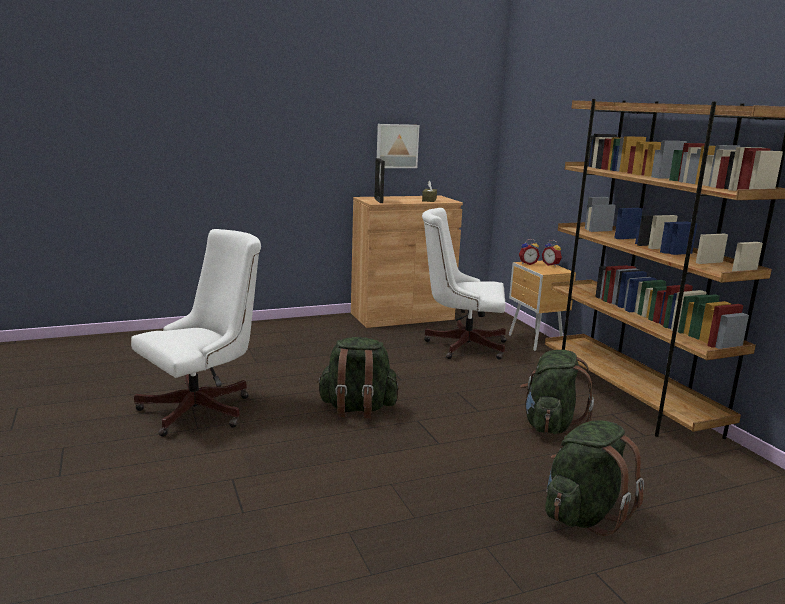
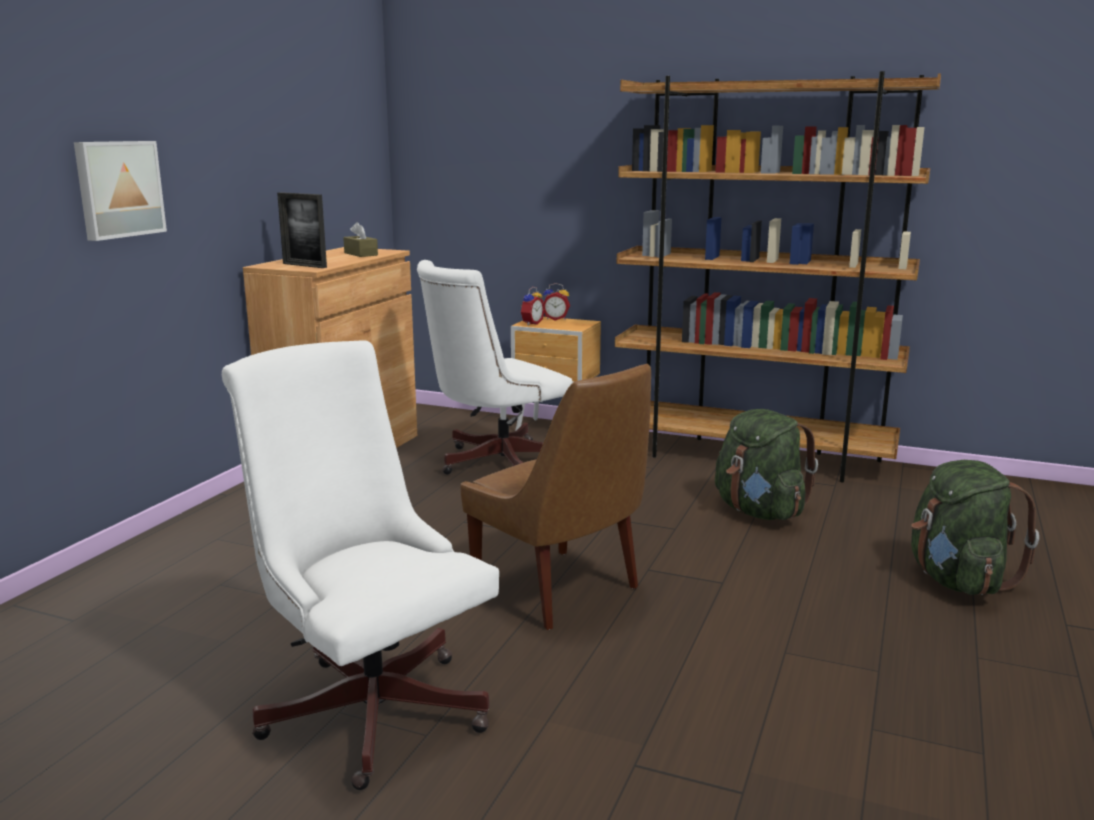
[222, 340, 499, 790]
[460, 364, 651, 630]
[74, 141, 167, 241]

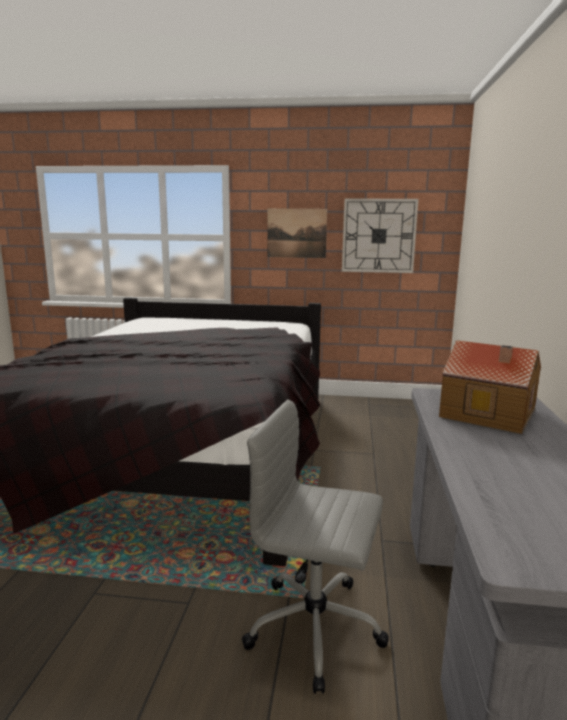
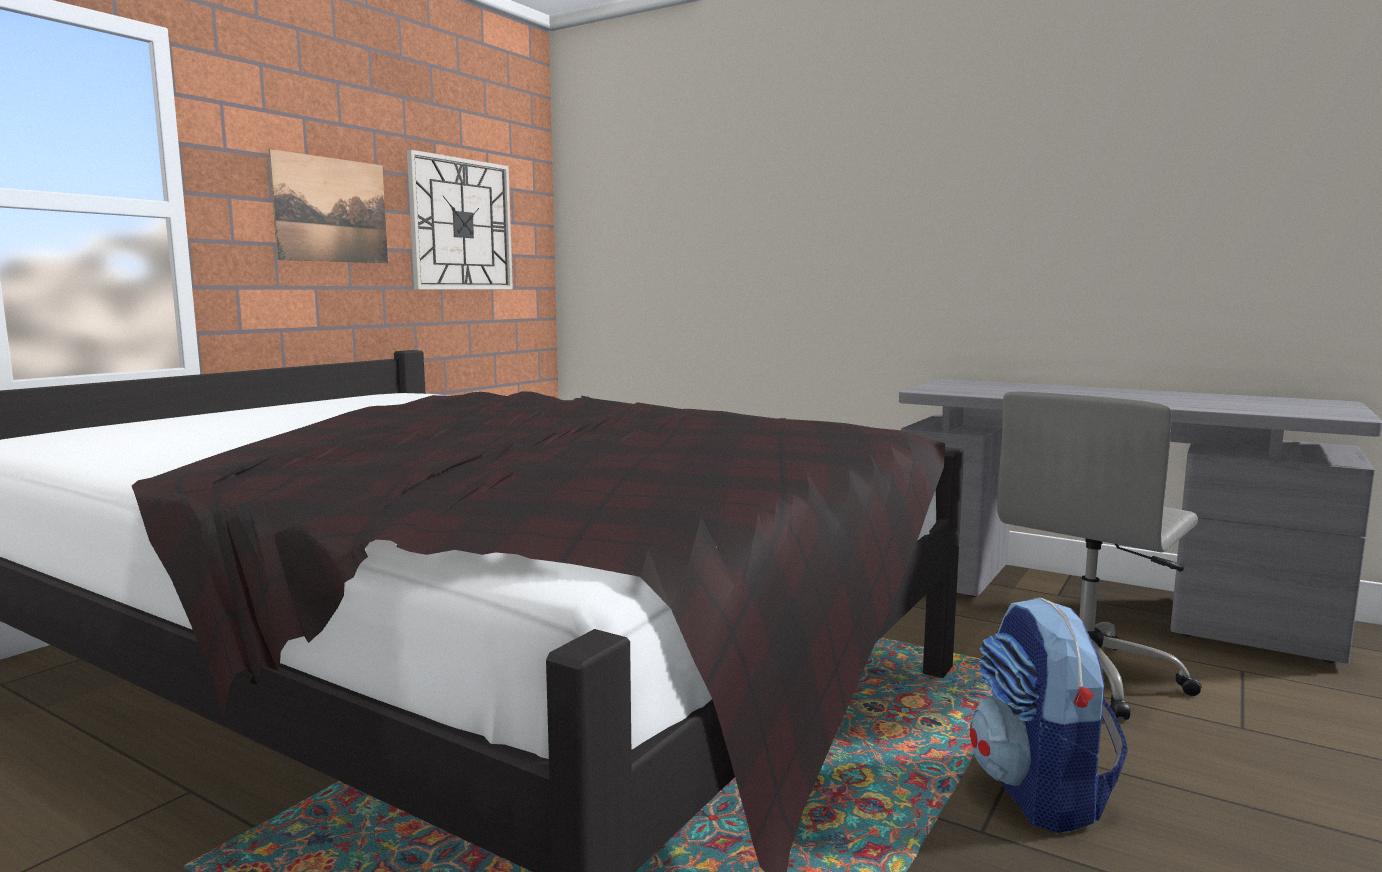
[439, 340, 541, 434] (first image)
[970, 598, 1128, 833]

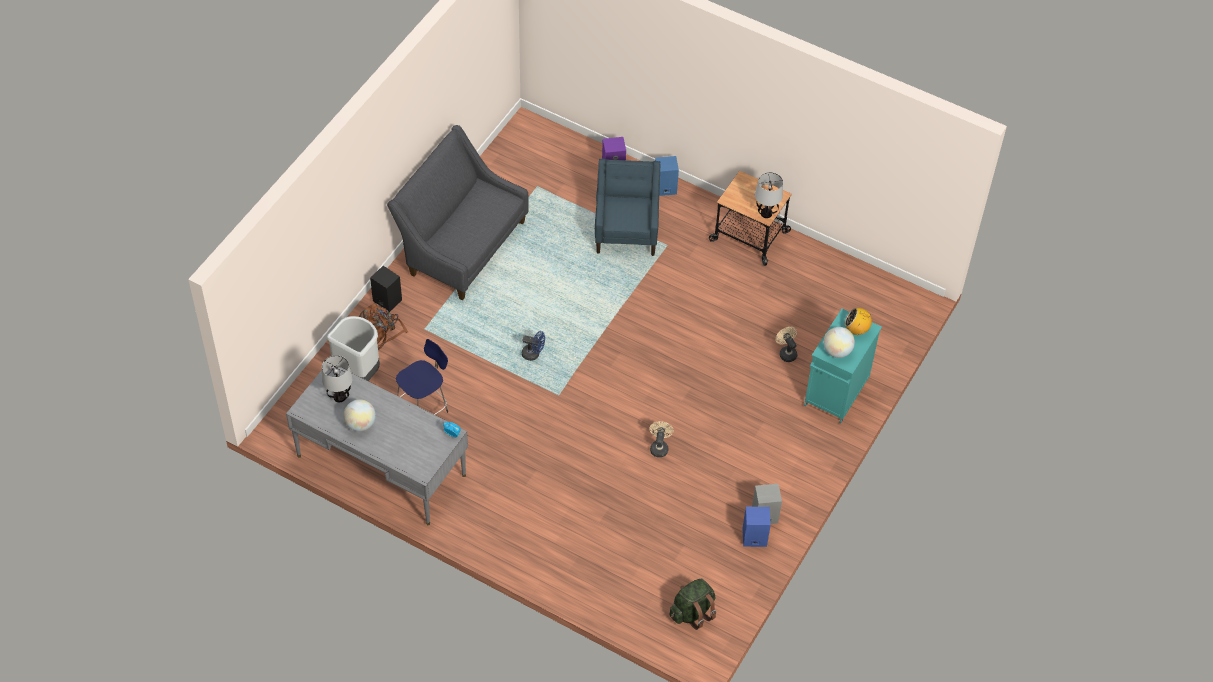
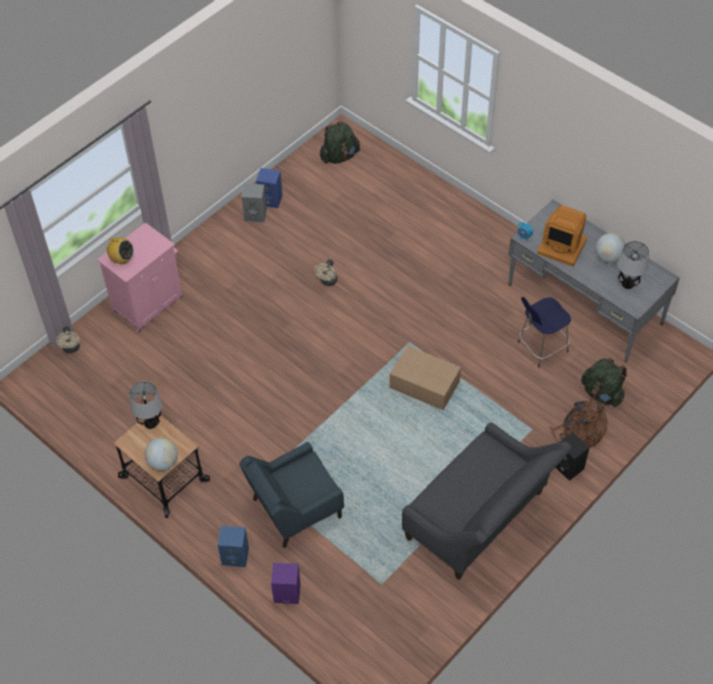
[581, 358, 627, 407]
[389, 346, 461, 410]
[239, 442, 344, 548]
[56, 326, 80, 353]
[97, 222, 184, 334]
[144, 438, 178, 471]
[537, 205, 587, 266]

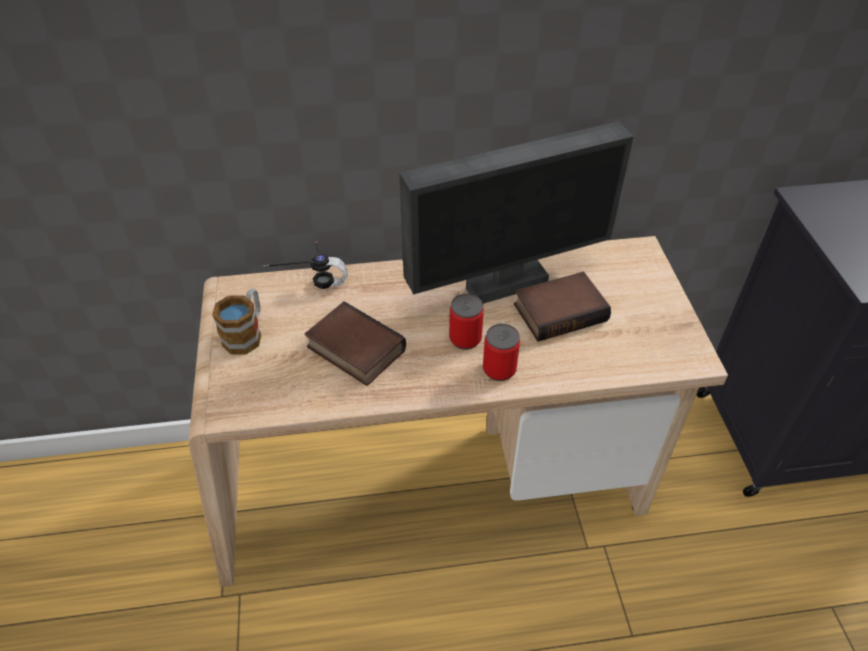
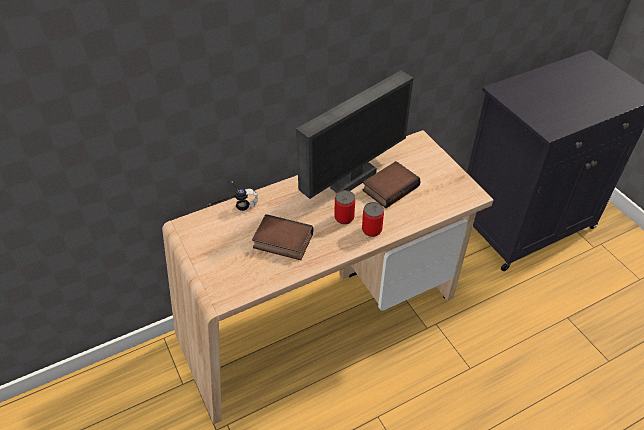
[212, 288, 261, 354] (first image)

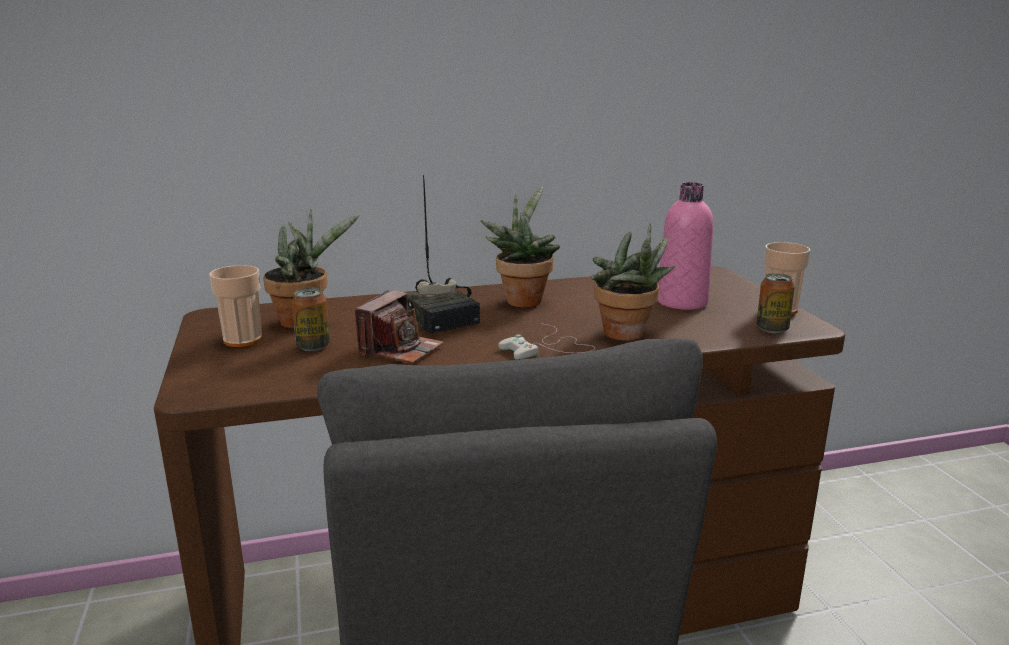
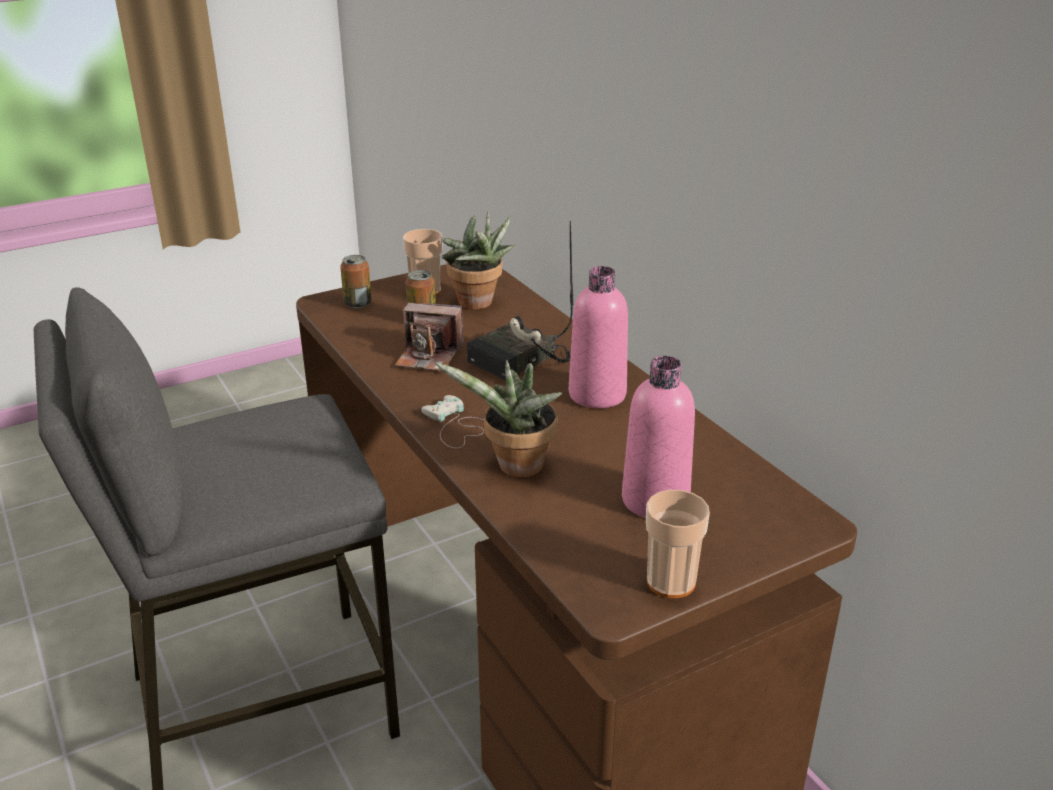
[569, 266, 628, 408]
[340, 255, 372, 308]

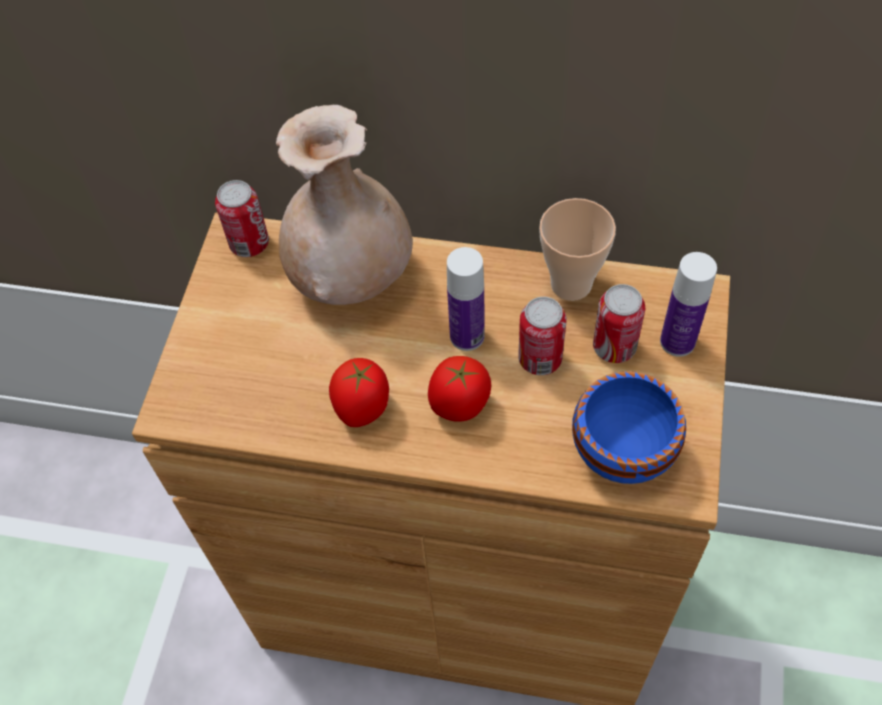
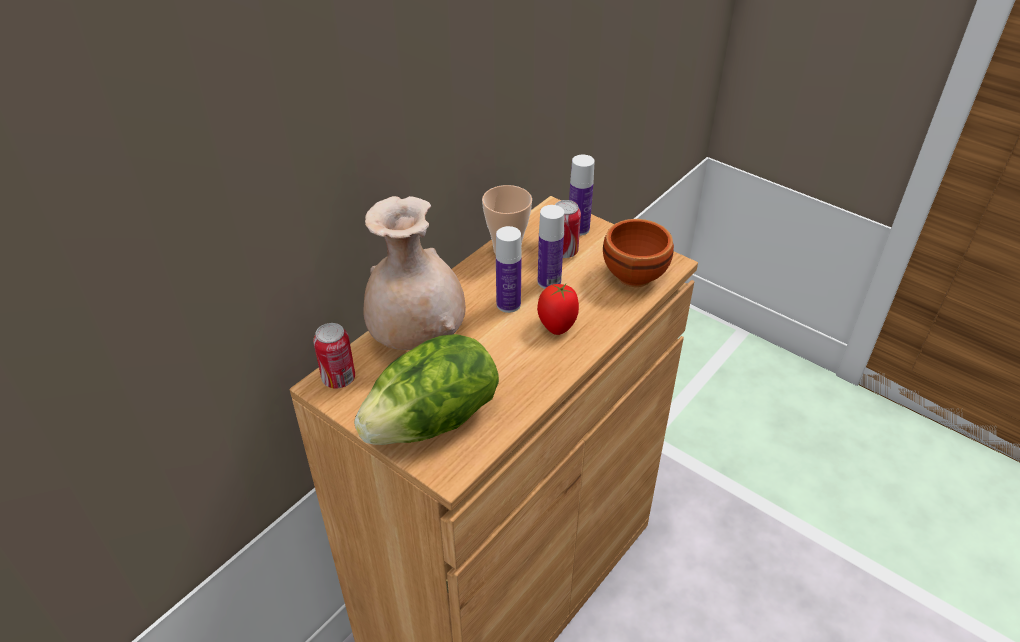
[329, 358, 389, 427] (first image)
[538, 205, 564, 289]
[603, 219, 674, 287]
[354, 334, 499, 445]

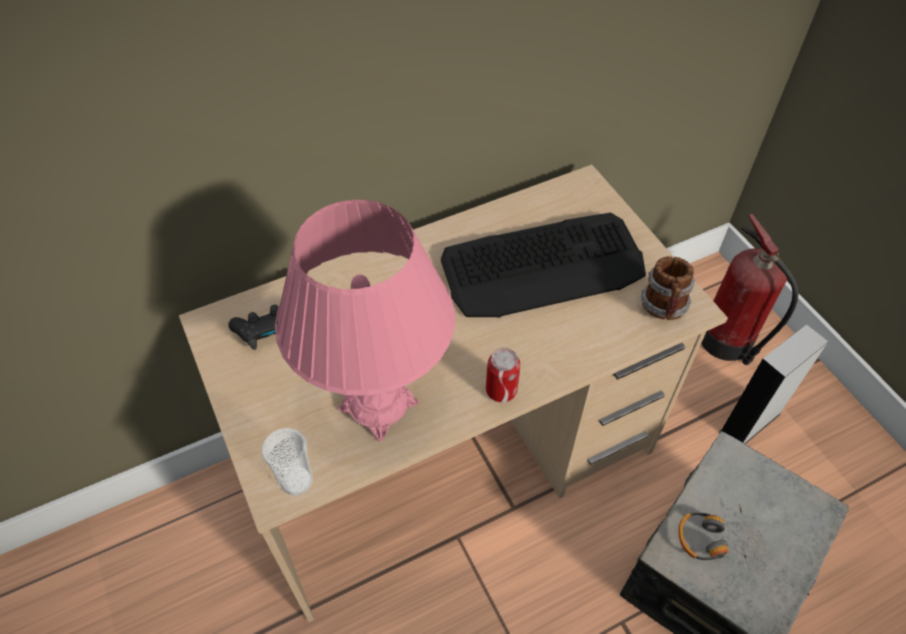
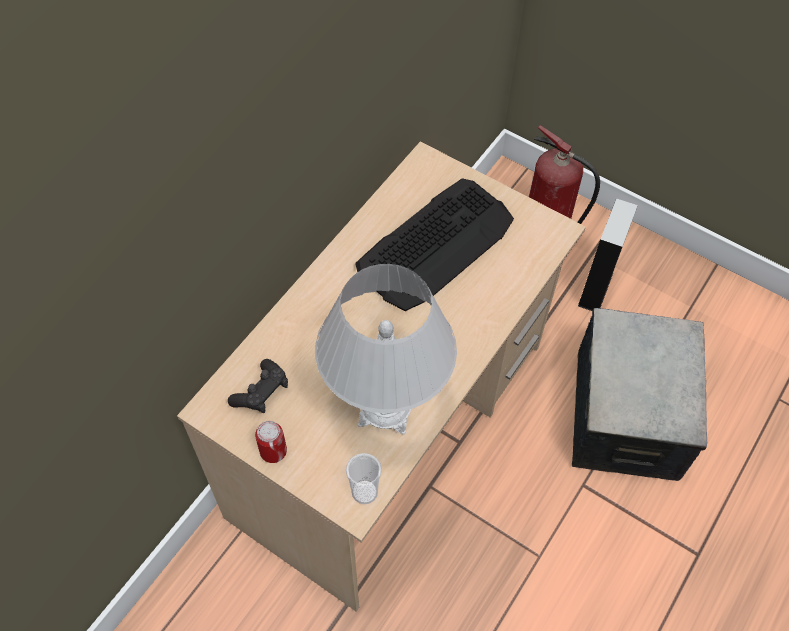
[315, 264, 457, 434]
[255, 421, 287, 463]
[641, 256, 695, 320] (first image)
[679, 505, 766, 573] (first image)

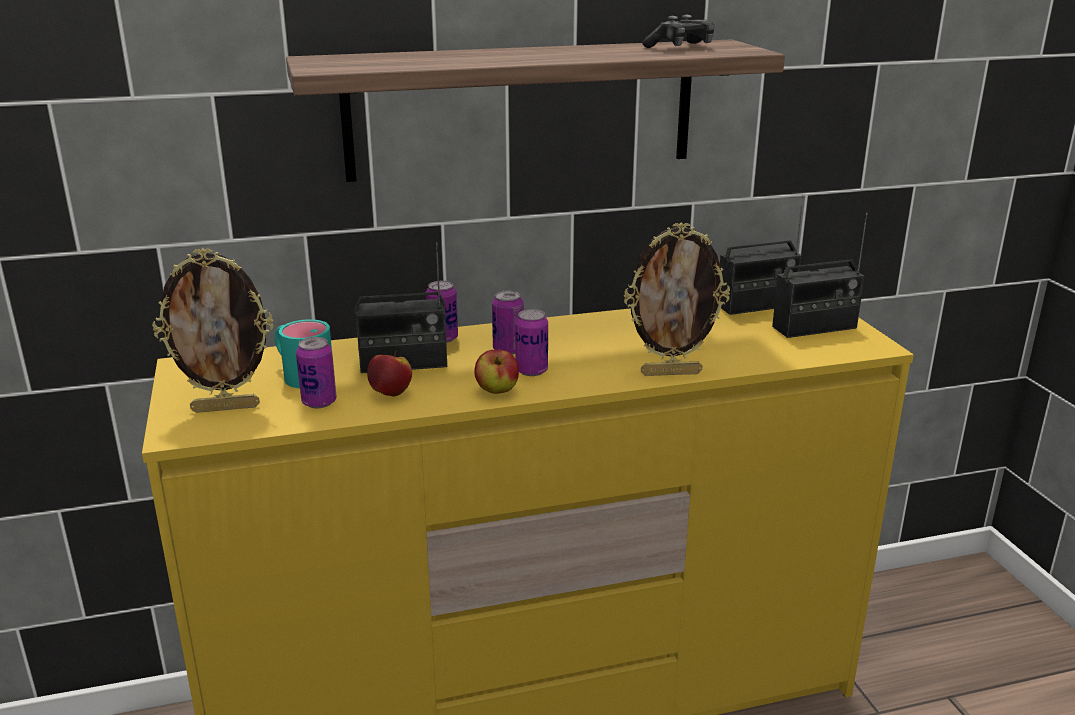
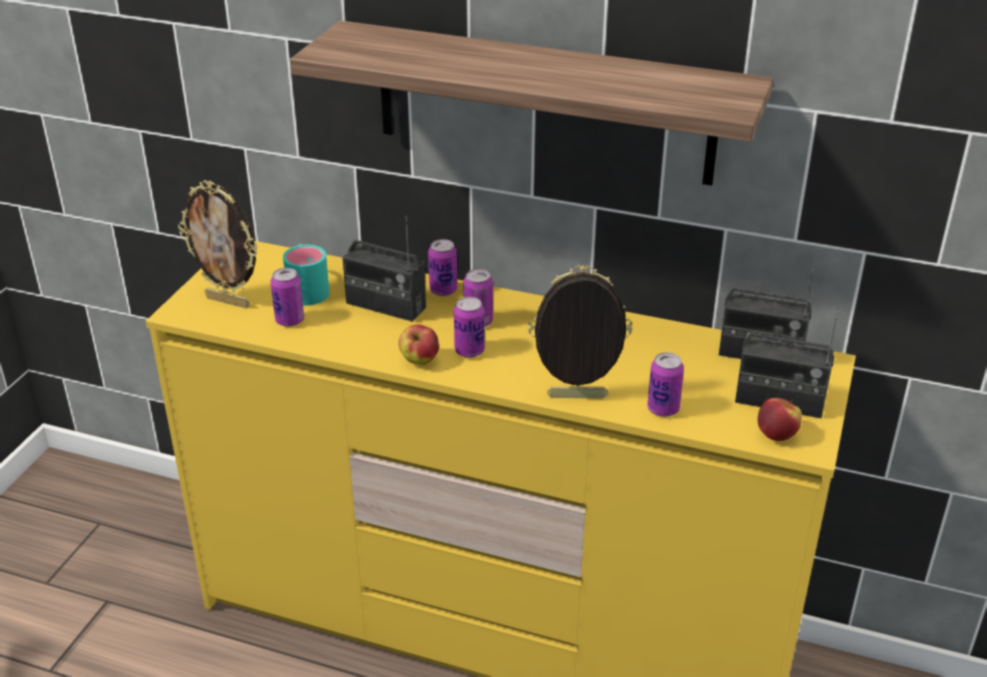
[758, 398, 802, 441]
[528, 265, 633, 398]
[642, 15, 715, 48] (first image)
[647, 352, 684, 417]

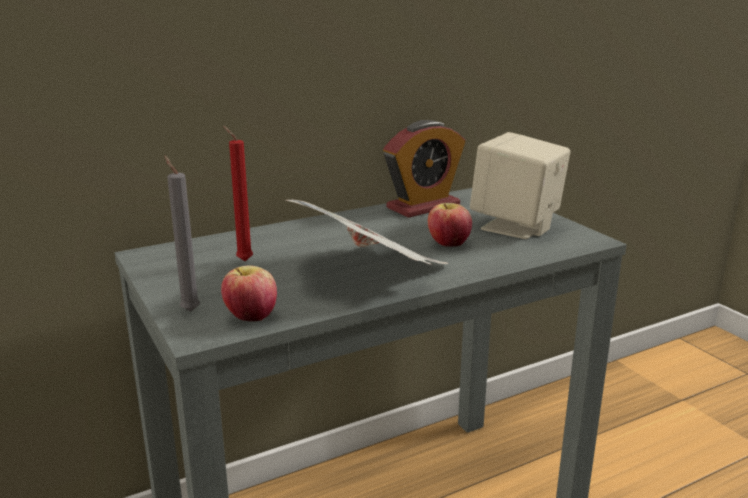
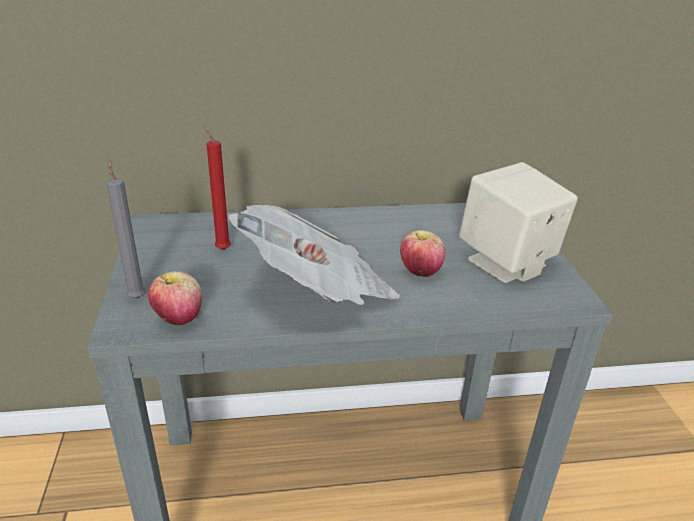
[383, 120, 465, 218] (first image)

